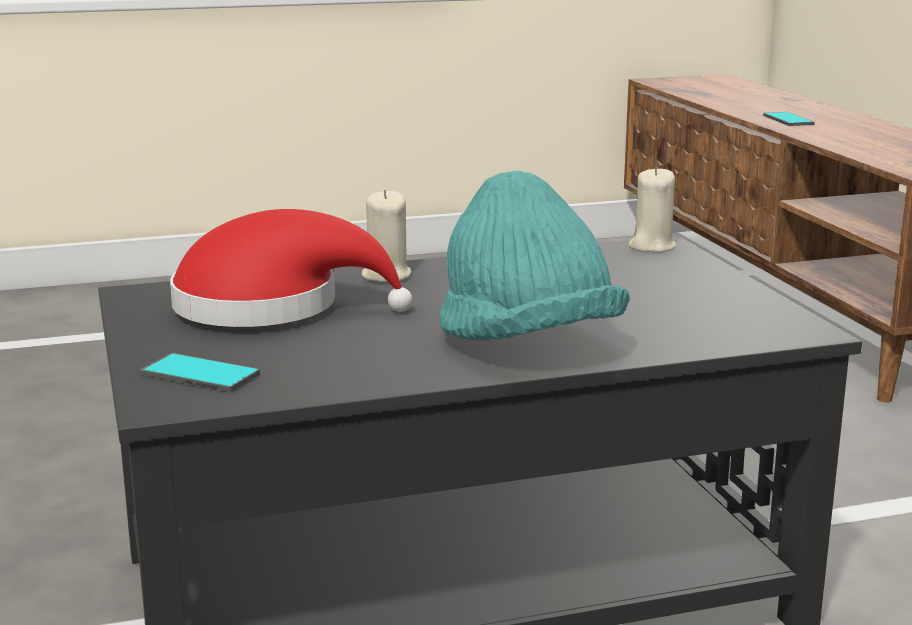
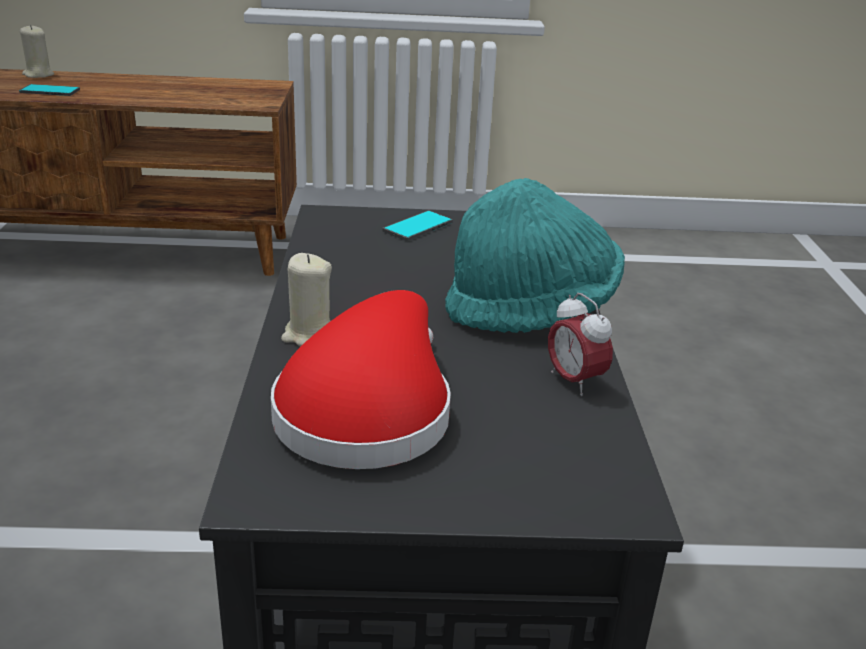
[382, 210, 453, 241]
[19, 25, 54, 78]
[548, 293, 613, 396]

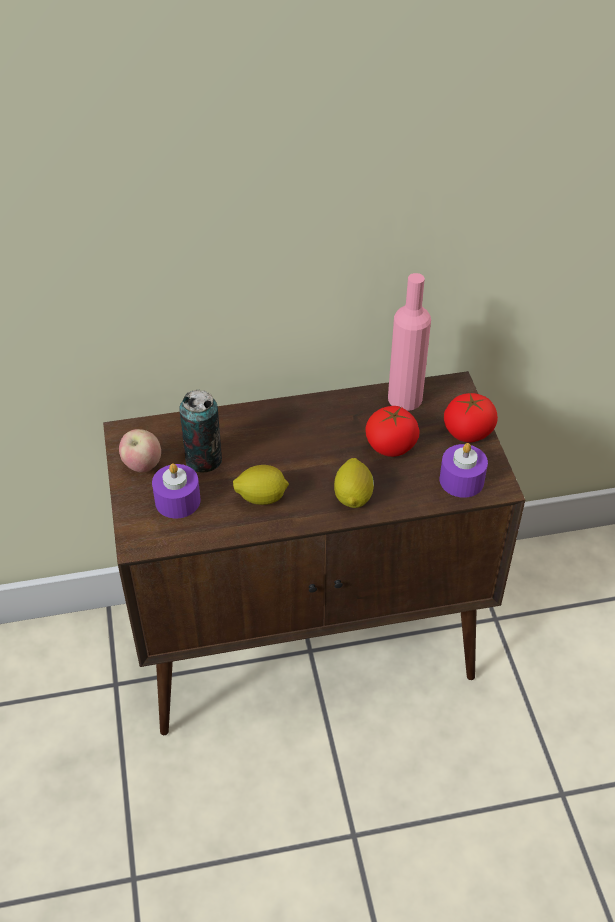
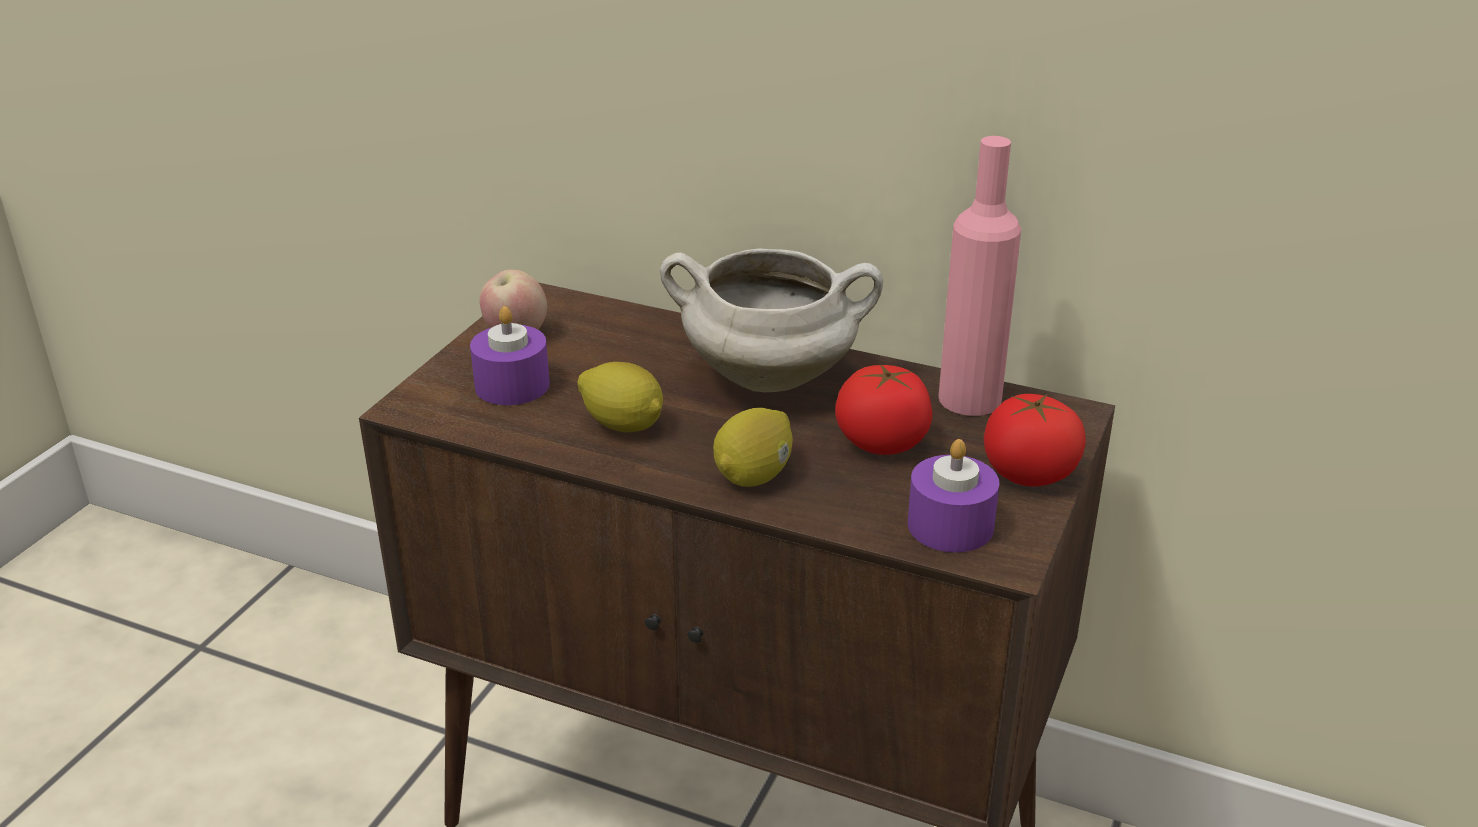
[179, 390, 222, 472] (first image)
[660, 249, 883, 393]

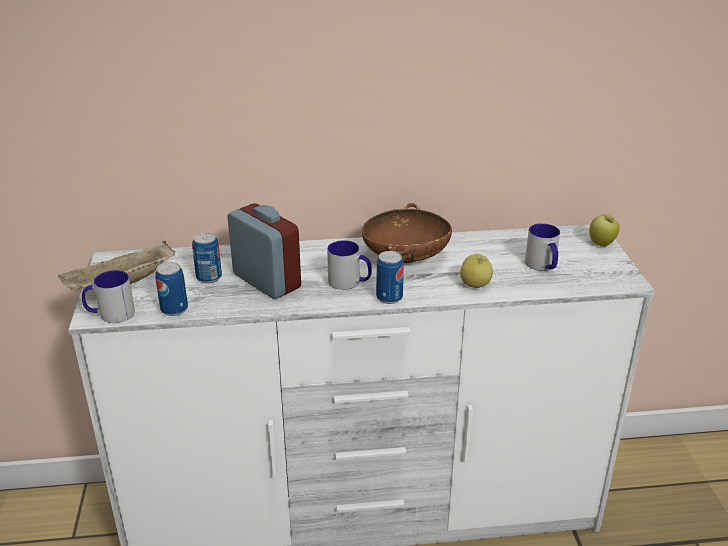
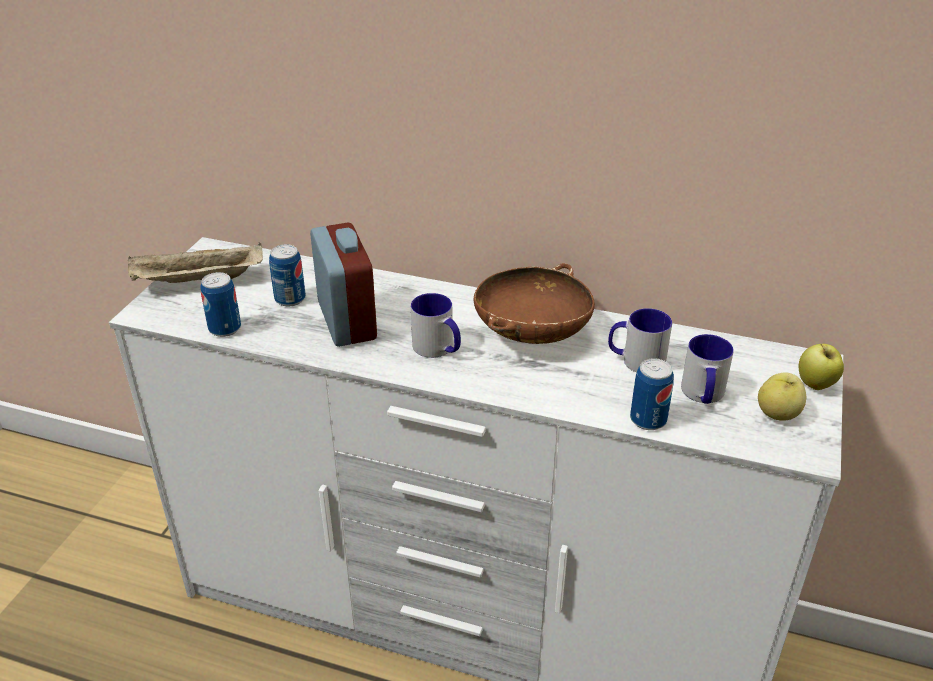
[608, 308, 672, 373]
[630, 358, 674, 430]
[758, 372, 806, 421]

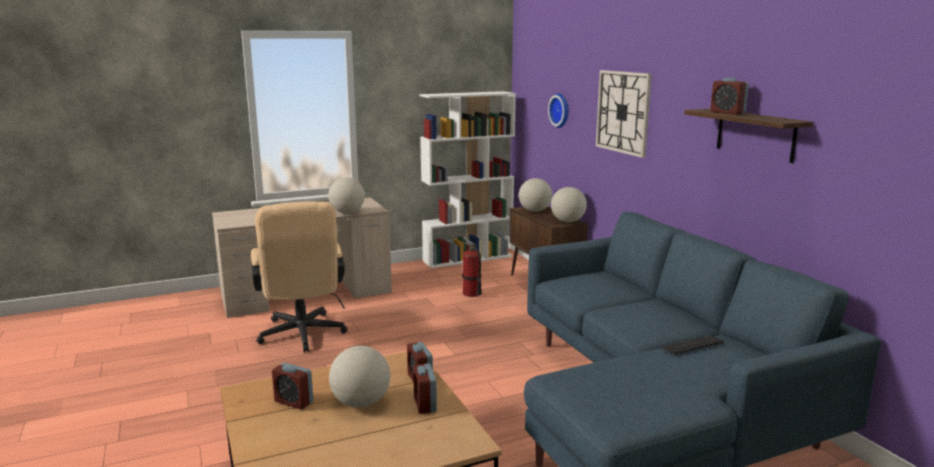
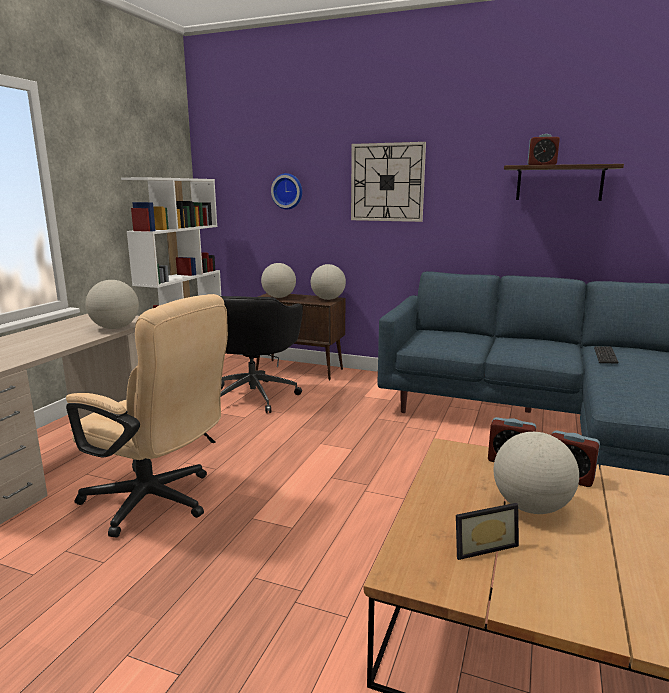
[456, 503, 519, 560]
[220, 296, 303, 413]

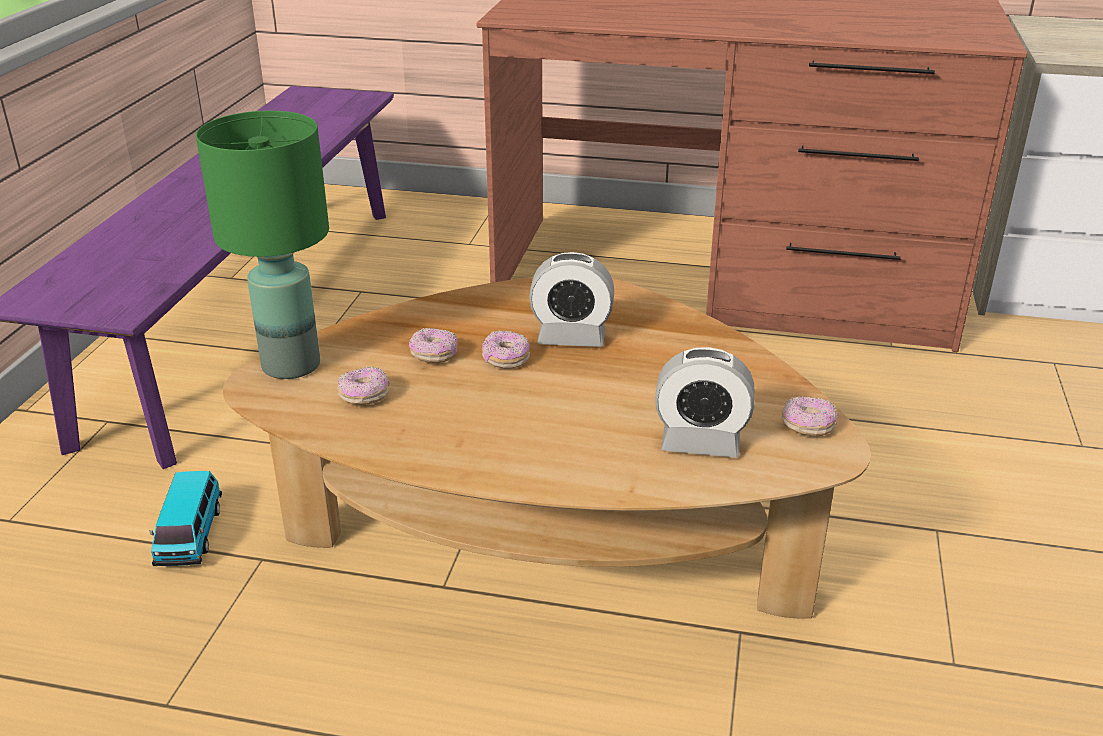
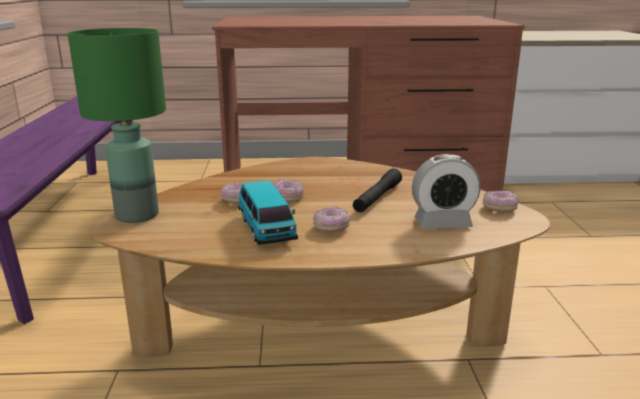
[238, 180, 298, 245]
[313, 207, 350, 232]
[529, 252, 614, 347] (first image)
[353, 168, 402, 212]

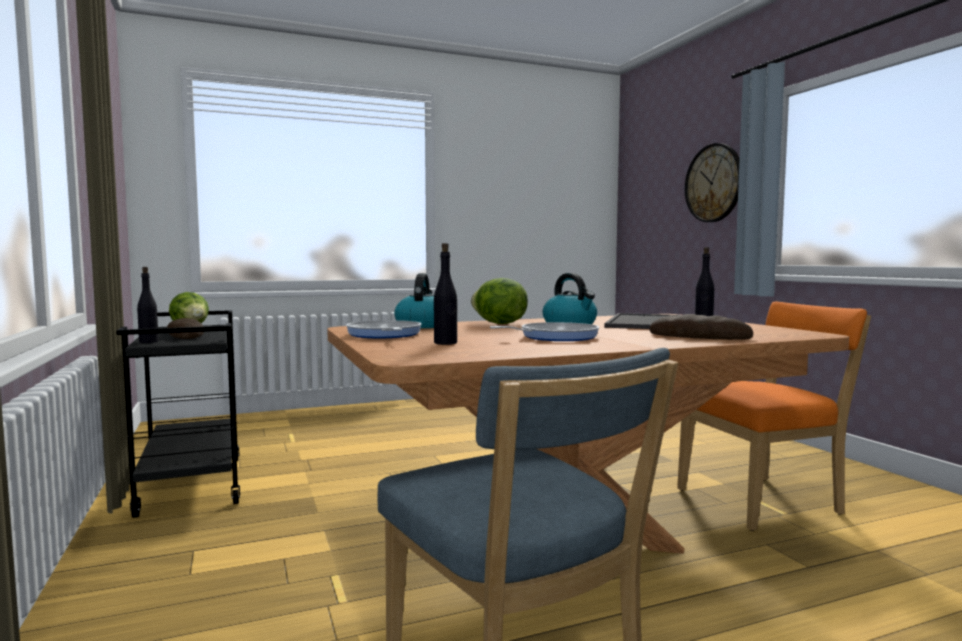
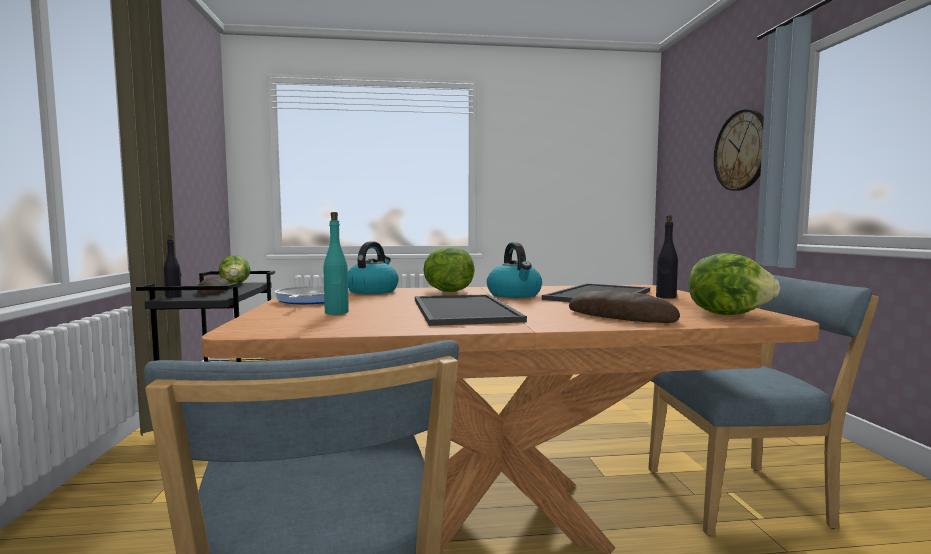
[323, 212, 349, 315]
[415, 294, 527, 326]
[648, 275, 879, 536]
[689, 253, 780, 315]

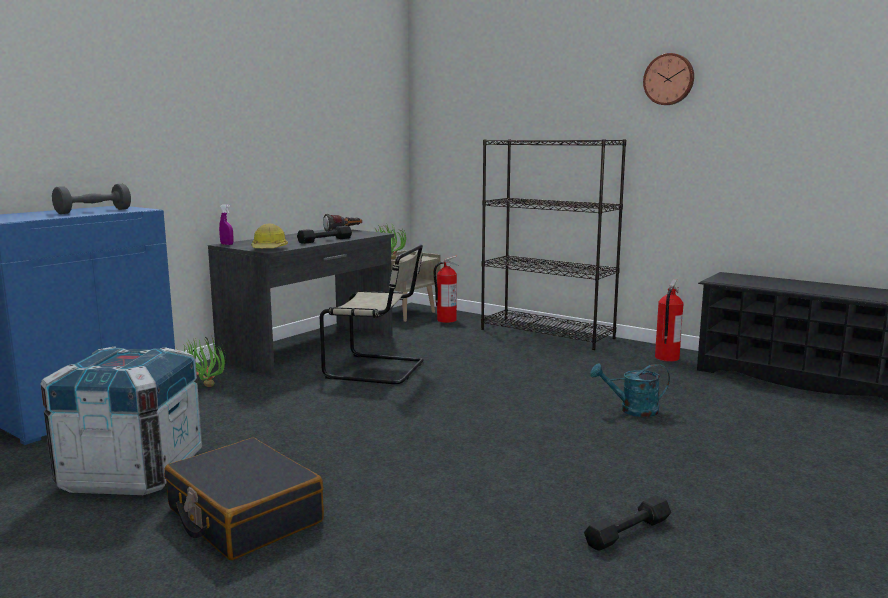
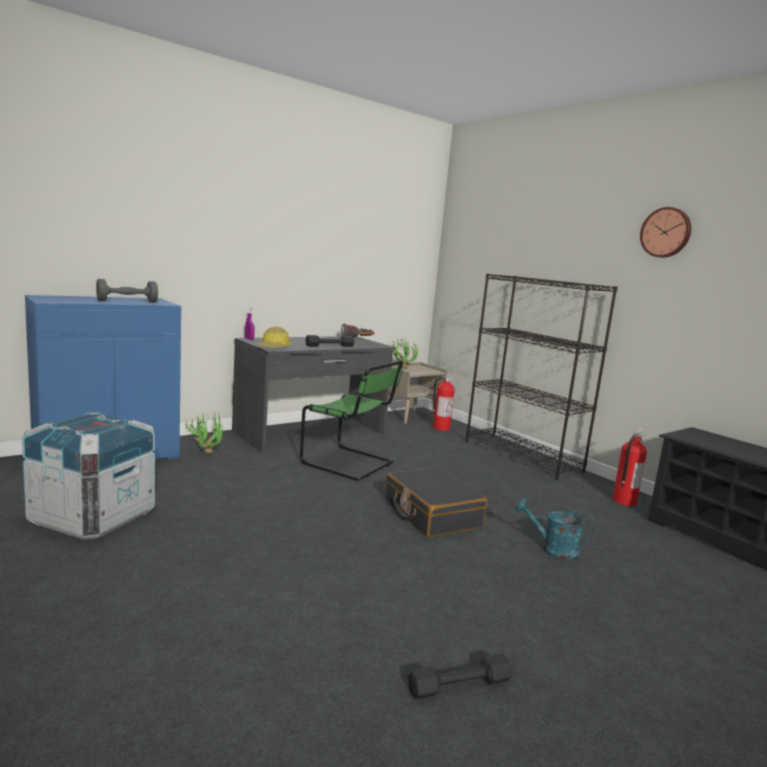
[386, 467, 487, 538]
[300, 361, 403, 480]

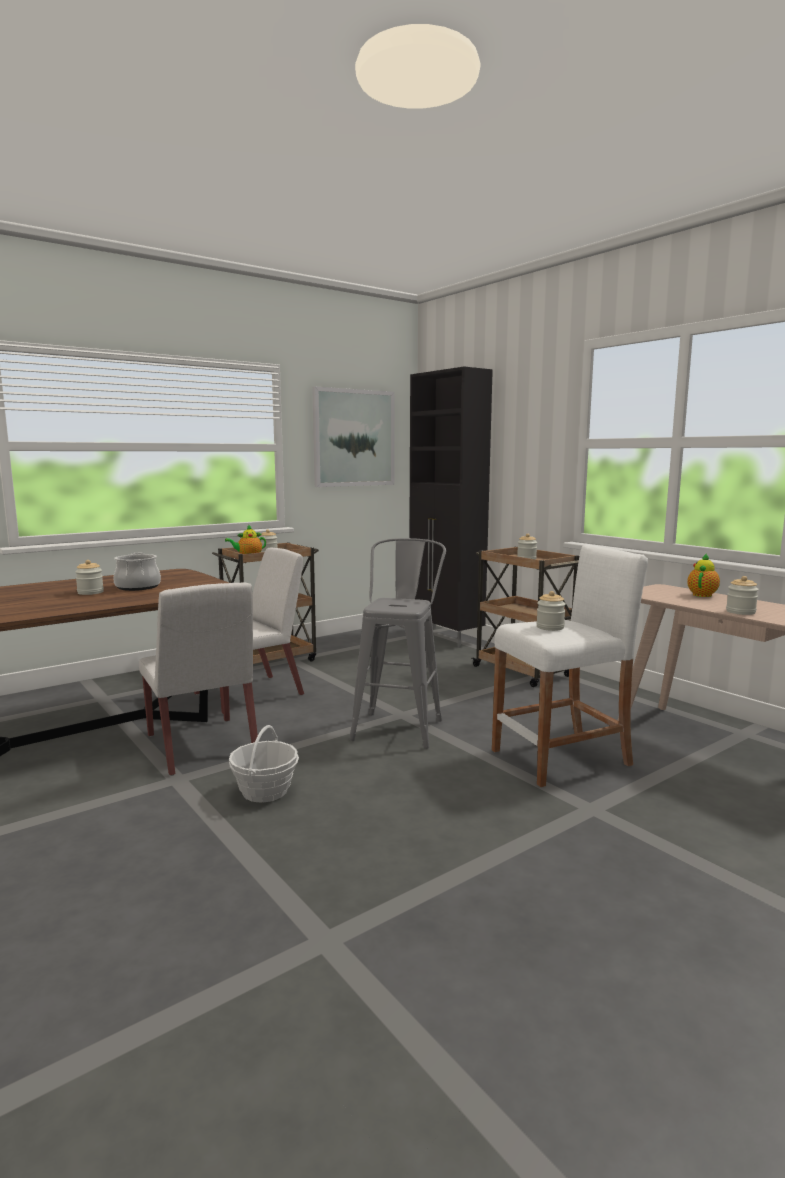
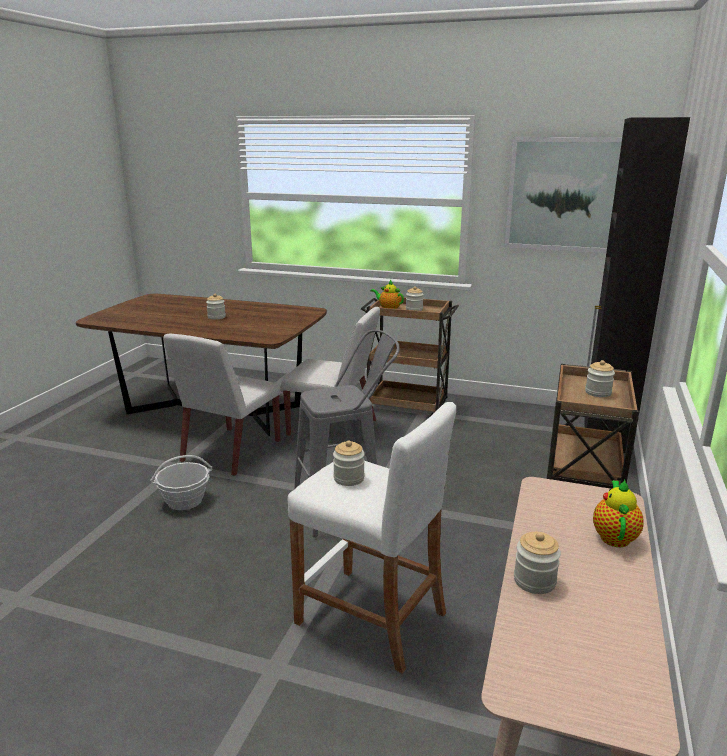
[113, 553, 161, 591] (first image)
[593, 480, 644, 547]

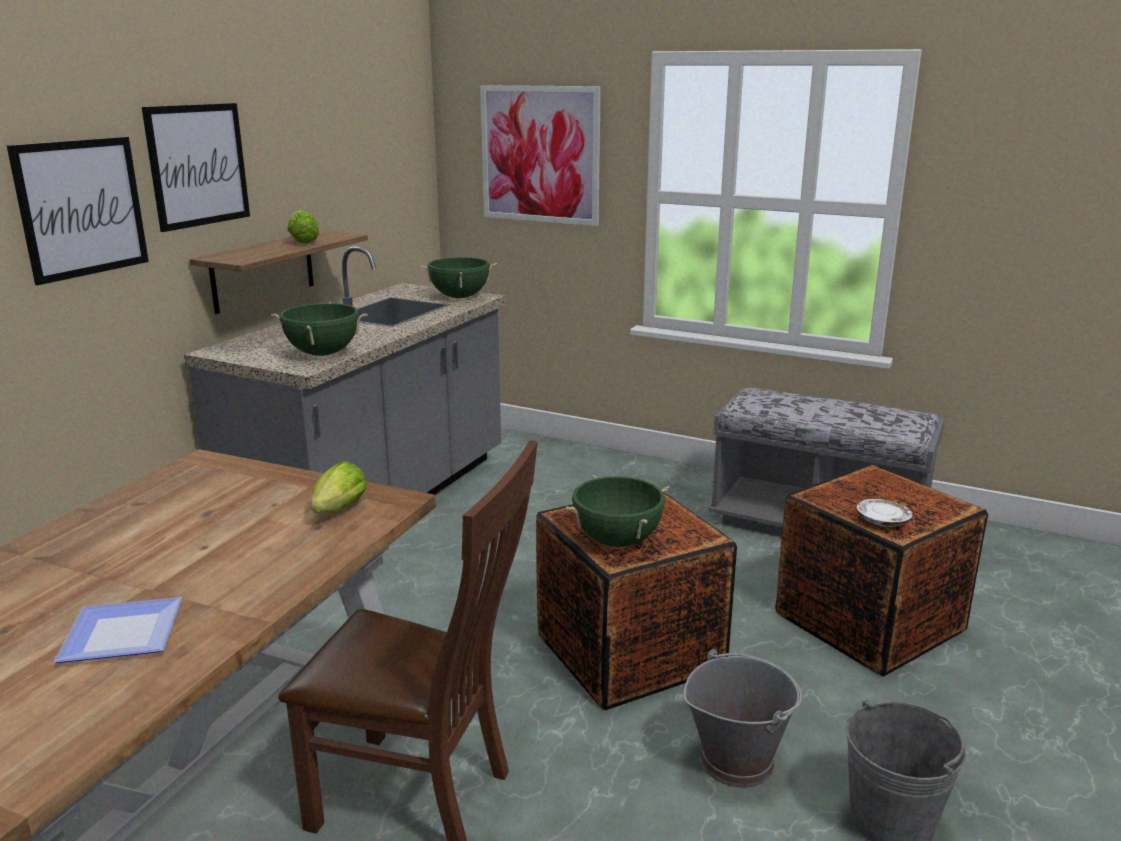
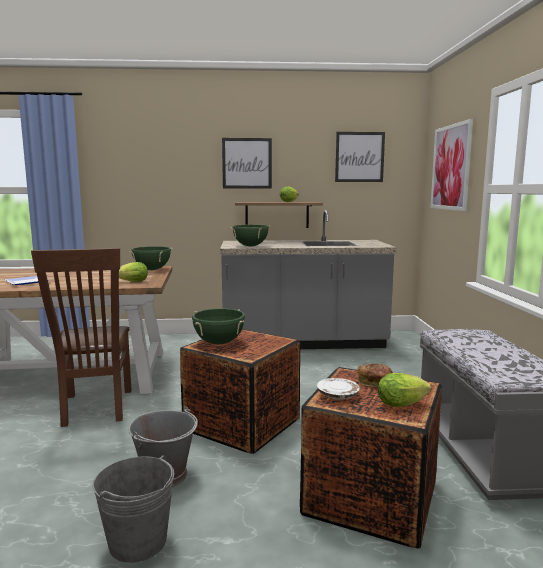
[335, 132, 385, 182]
[128, 246, 173, 270]
[357, 364, 393, 387]
[378, 373, 431, 407]

